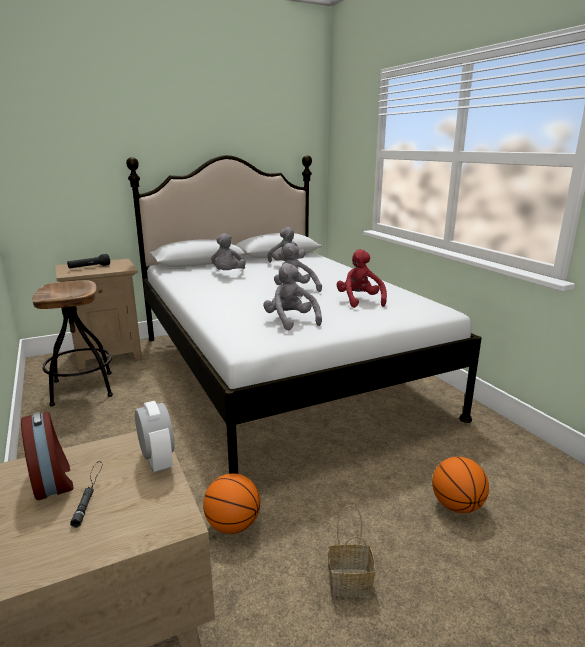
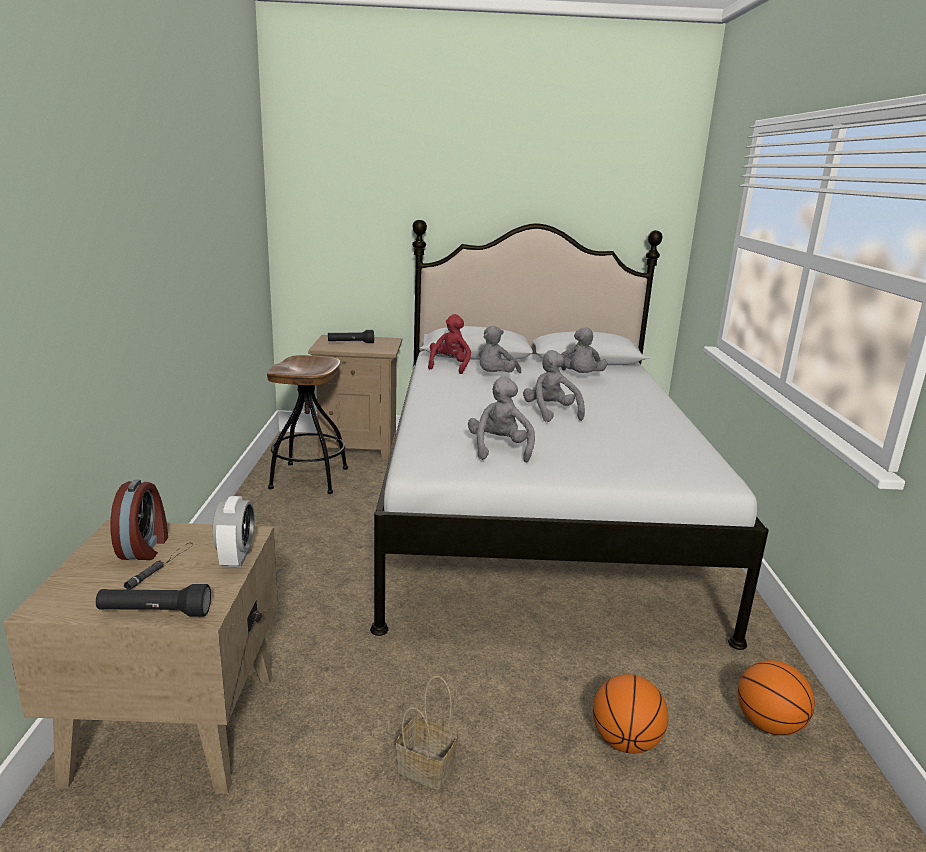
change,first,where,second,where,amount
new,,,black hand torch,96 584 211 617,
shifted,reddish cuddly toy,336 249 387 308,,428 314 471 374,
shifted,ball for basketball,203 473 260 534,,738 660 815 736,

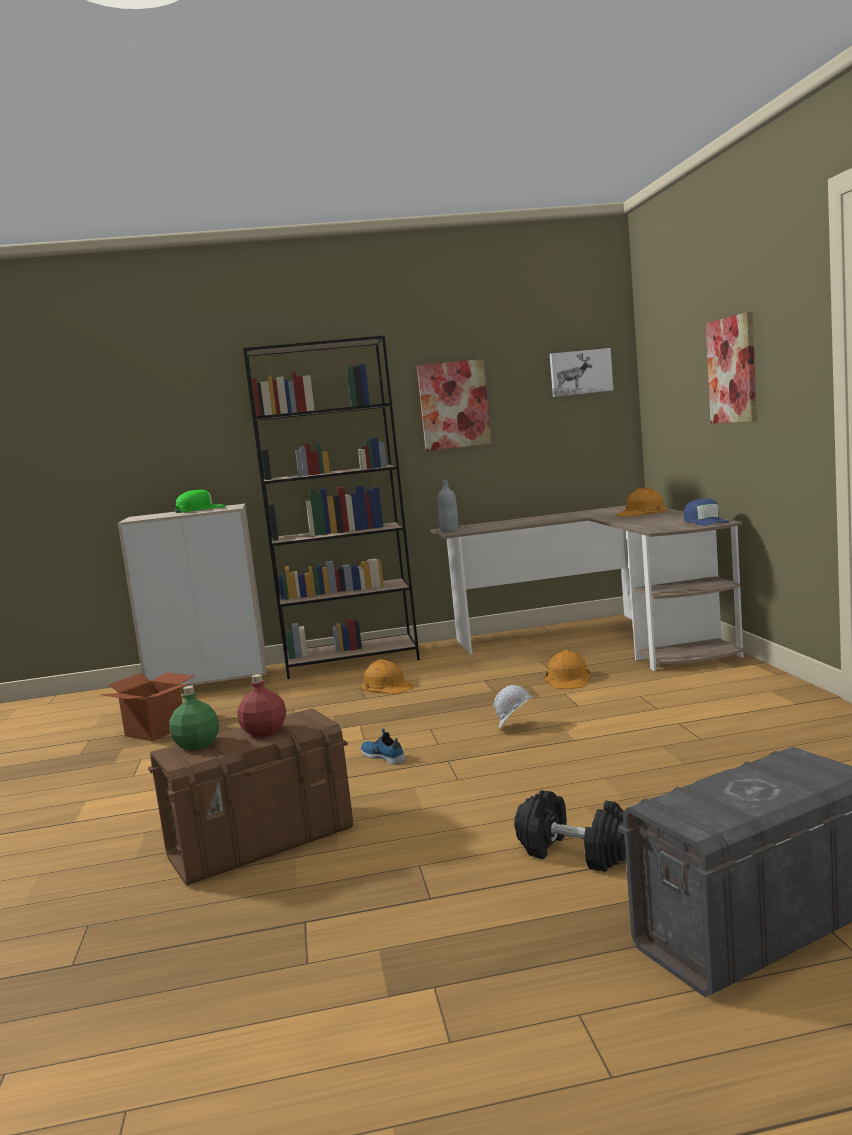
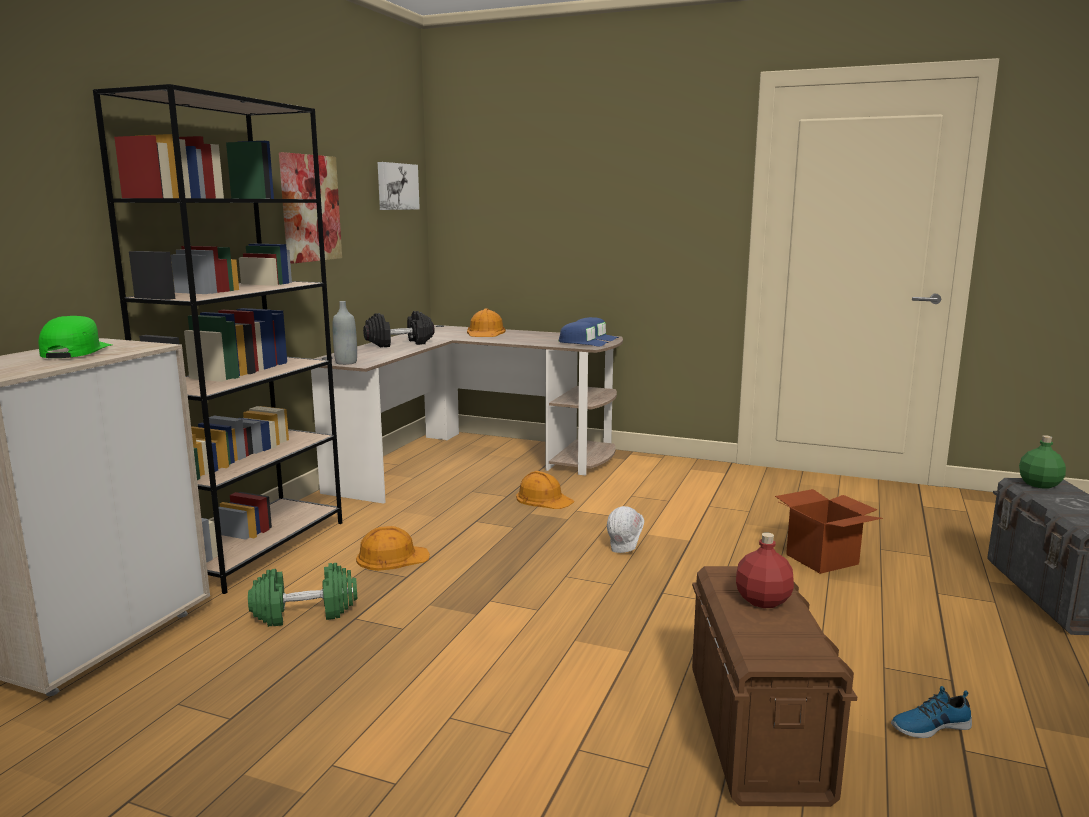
change,first,where,second,where,amount
new,,,green hand weight,248 563 357 627,
shifted,black hand weight,514 790 626 872,,363 311 435 348,
new,,,blue peaked cap,559 322 609 346,
shifted,cardboard box,101 672 194 742,,775 489 883 574,
shifted,item of footwear,360 728 406 765,,891 686 972 738,
shifted,green bottle,169 686 219 750,,1019 435 1066 489,
gone,wall picture,706 312 757 423,,,

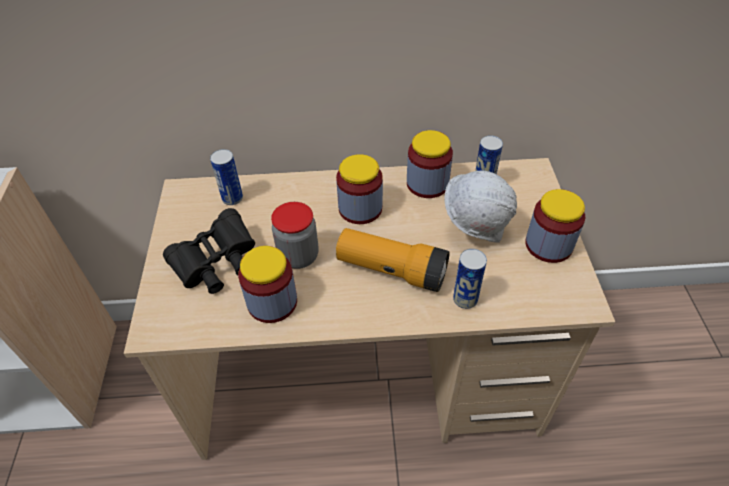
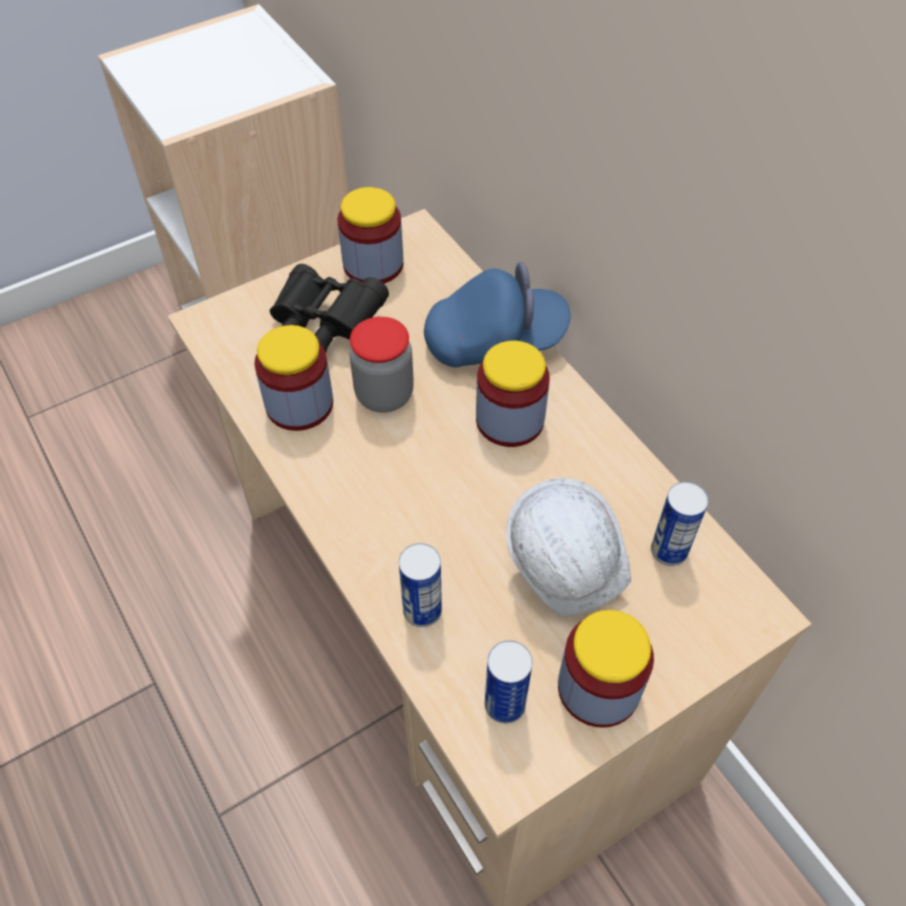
change,first,where,second,where,amount
shifted,storage jar,407 130 453 198,,338 187 403 284,
new,,,blue peaked cap,424 262 571 368,
shifted,metal can,210 149 243 205,,485 641 533 724,
gone,hand torch,336 228 450 292,,,

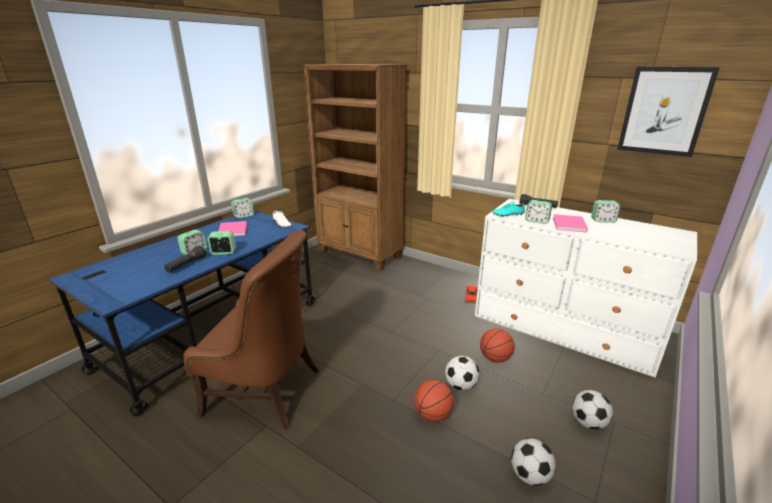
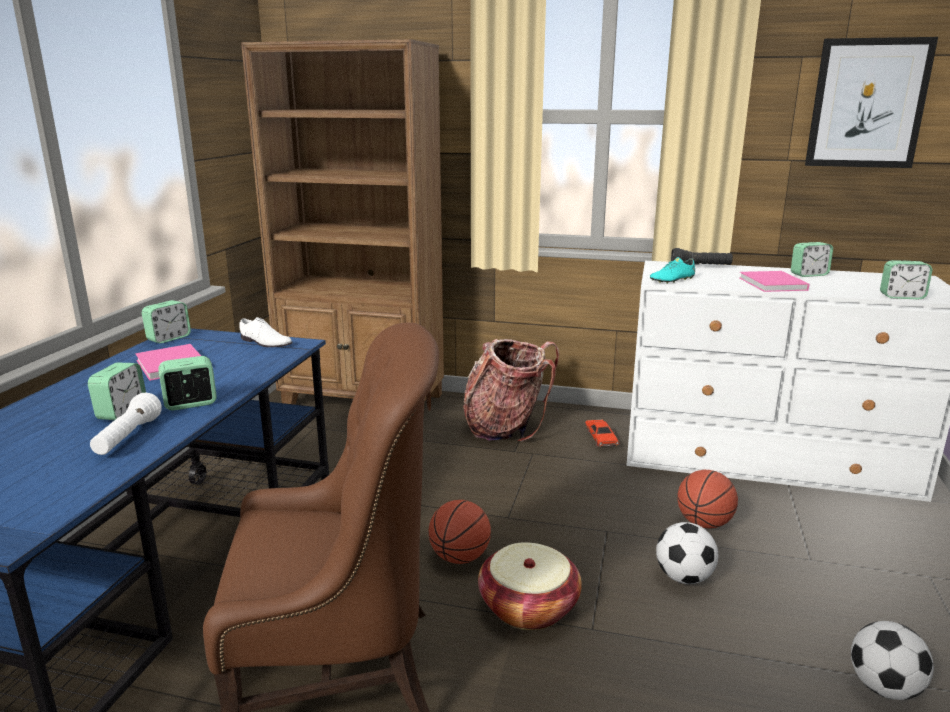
change,first,where,second,where,amount
repainted,black hand torch,164 246 206 273,whitish hand torch,90 393 162 455,
shifted,ball for basketball,414 380 454 422,,428 500 491 564,
new,,,backpack,463 339 559 441,
new,,,basket,478 542 582 630,
shifted,bedside clock,525 200 552 224,,880 260 932 300,
gone,football ball,572 390 613 430,,,

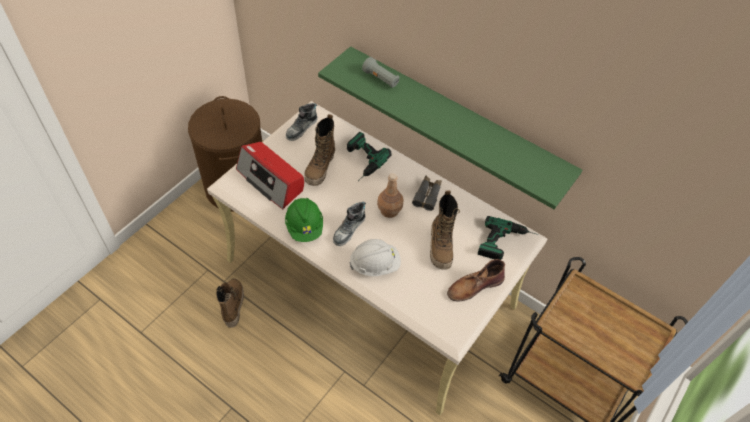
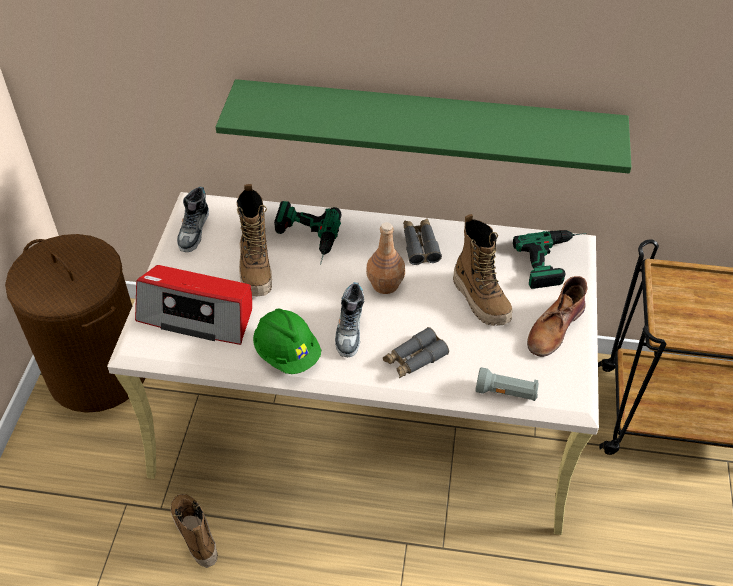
change,first,where,second,where,amount
swapped,whitish work helmet,349 239 401 276,greyish pair of binoculars,383 327 449 378,
shifted,greyish hand torch,362 57 399 88,,475 367 539 401,

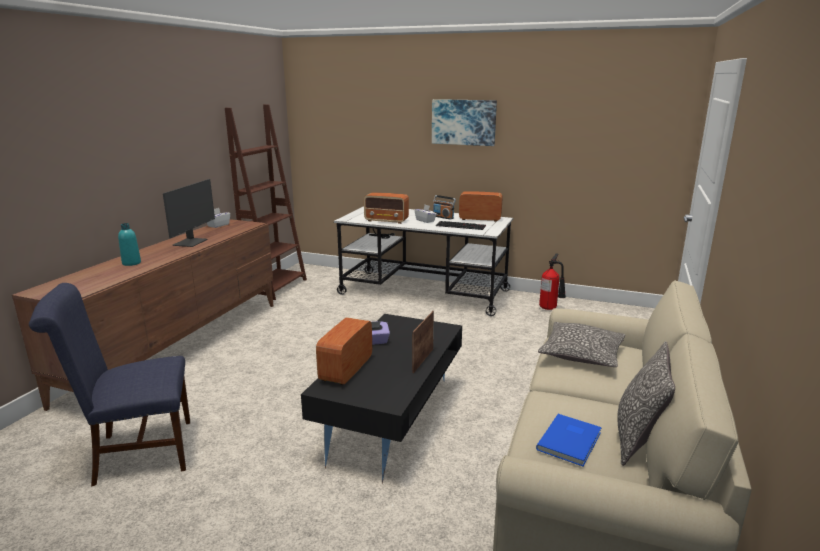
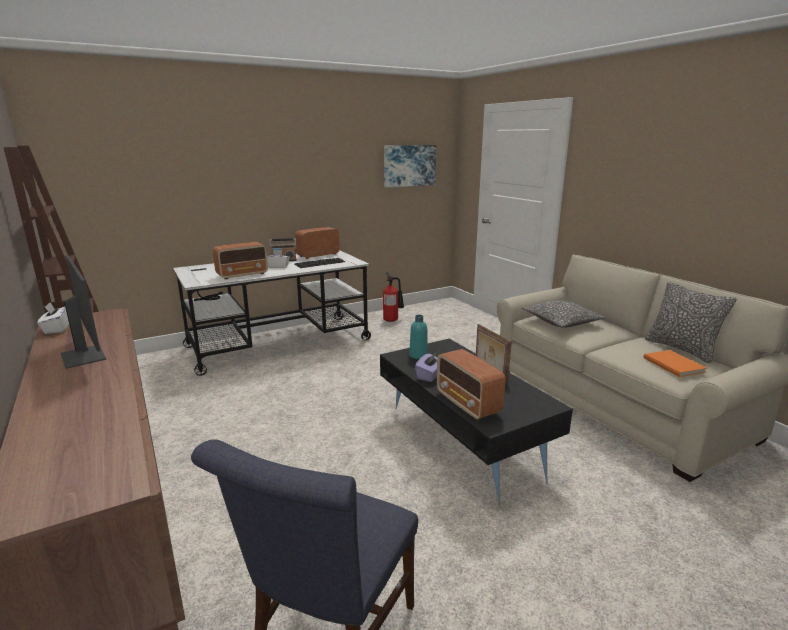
change,first,where,second,where,amount
shifted,wall picture,432 99 497 146,,384 145 436 188,
shifted,blue-green bottle,118 223 141 266,,409 315 428 359,
repainted,blue book,536 414 602 466,orange book,644 350 707 377,

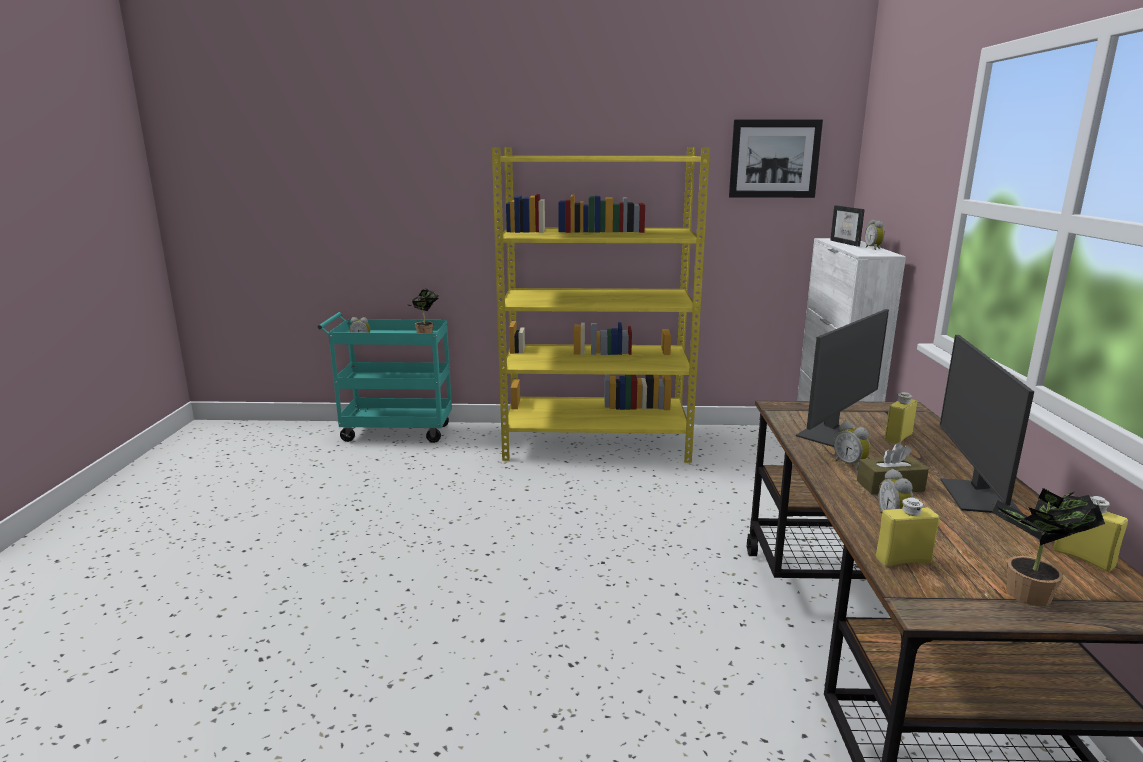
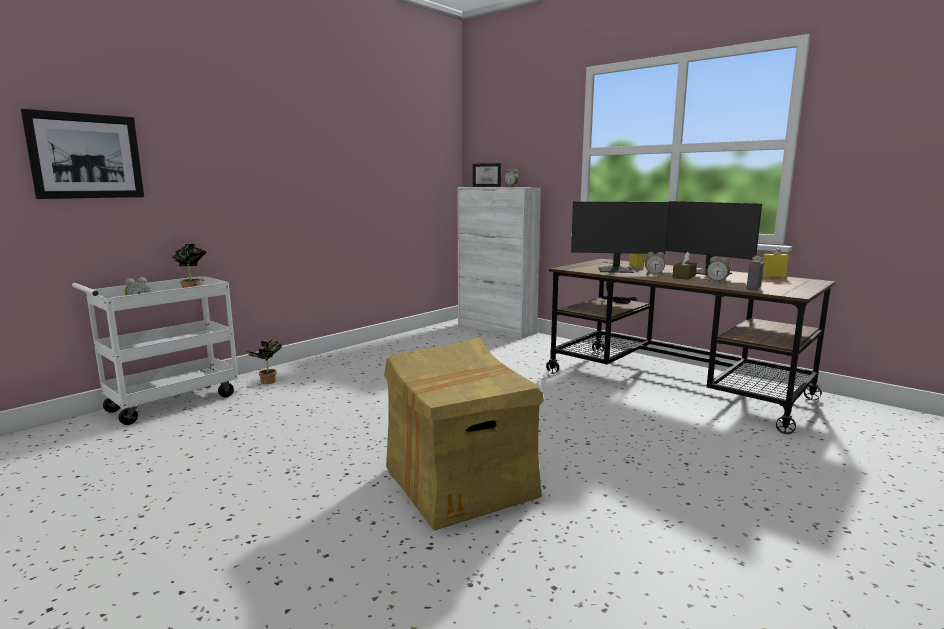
change,first,where,second,where,amount
shifted,wall picture,729 119 823 198,,21 109 144 199,
repainted,blue-green trolley,318 312 452 443,whitish trolley,72 276 238 425,
shifted,potted plant,992 488 1105 606,,246 340 282 384,
new,,,cardboard box,384 337 544 530,
rotated,computer screen,796 309 889 447,,571 202 669 273,105 degrees clockwise
repainted,yellowish bottle,876 498 940 566,greyish bottle,747 256 764 291,
gone,yellowish bookshelf,492 147 710 463,,,

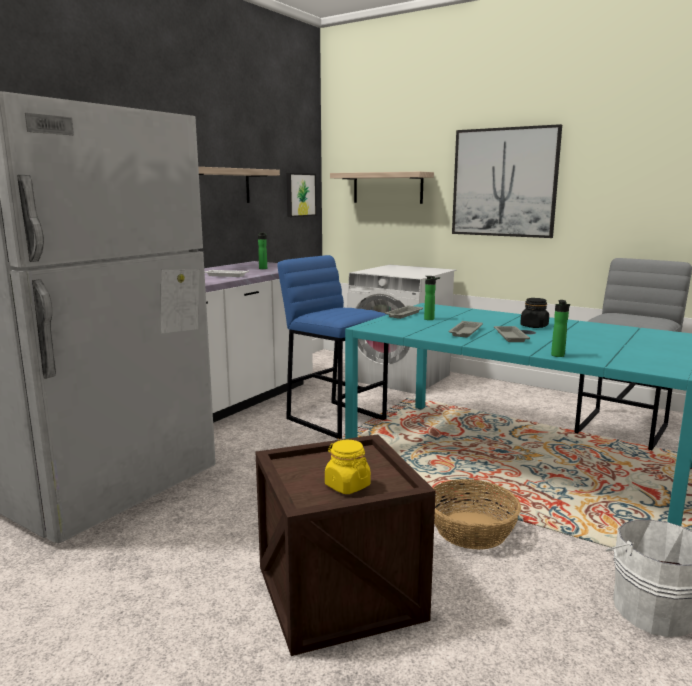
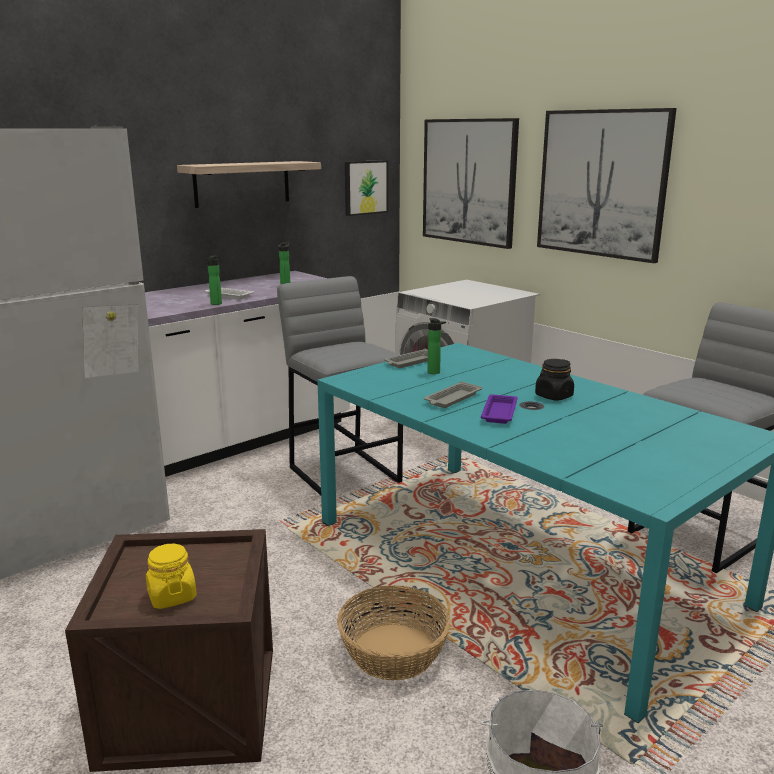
change,first,where,second,where,amount
shifted,bottle,551 300 570 357,,204 255 222 305,
repainted,blue sitting stool,277 255 388 439,greyish sitting stool,277 276 403 495,
swapped,shelf,330 172 434 204,wall picture,423 118 519 249,
repainted,greyish tray,494 326 530 342,purple-coloured tray,481 394 518 424,

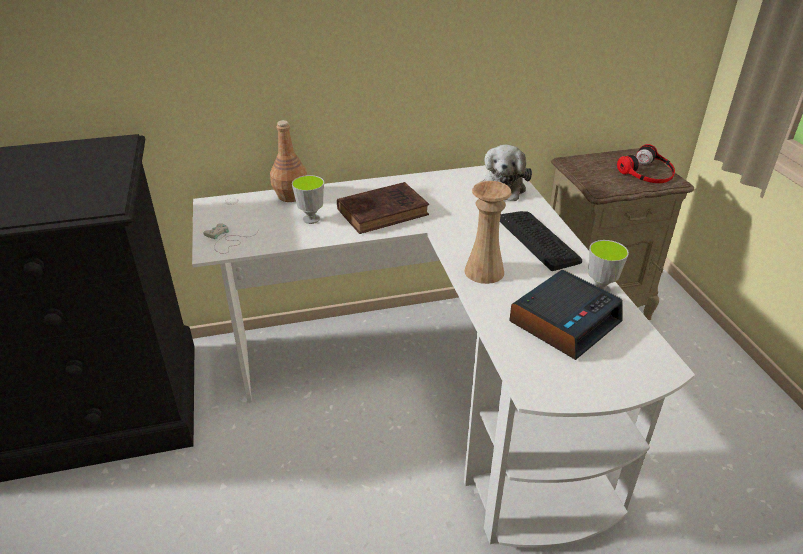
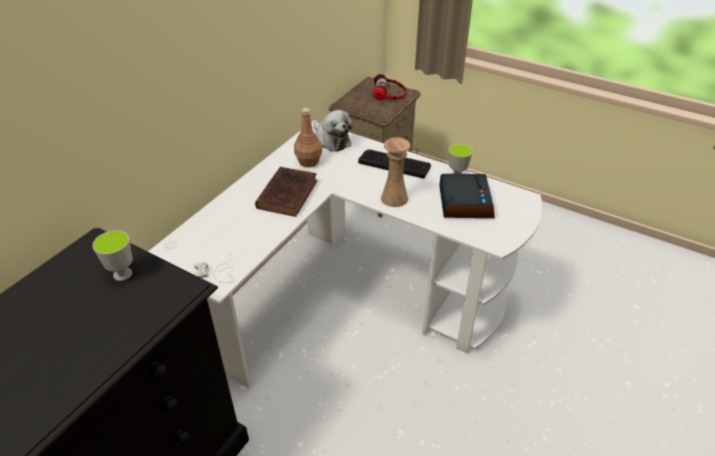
change,first,where,second,where,amount
shifted,drinking cup,292 175 324 224,,92 230 133 281,
shifted,brown bottle,270 120 307 202,,294 108 322 167,

